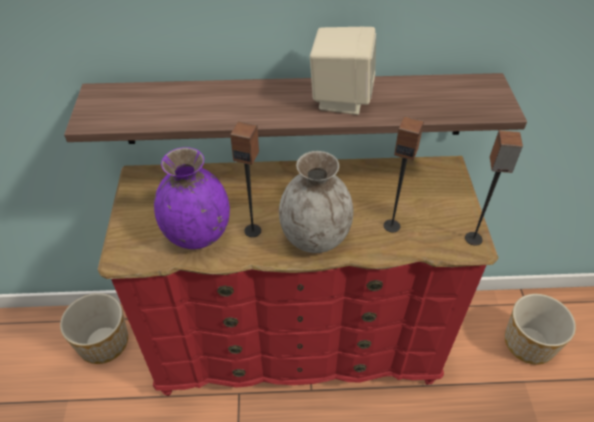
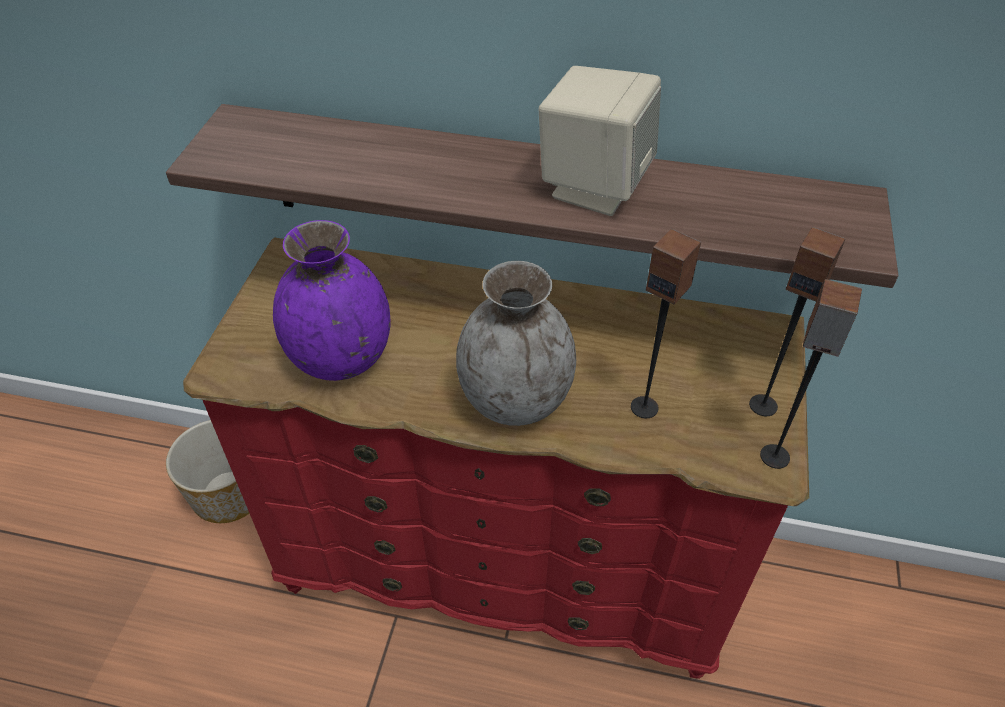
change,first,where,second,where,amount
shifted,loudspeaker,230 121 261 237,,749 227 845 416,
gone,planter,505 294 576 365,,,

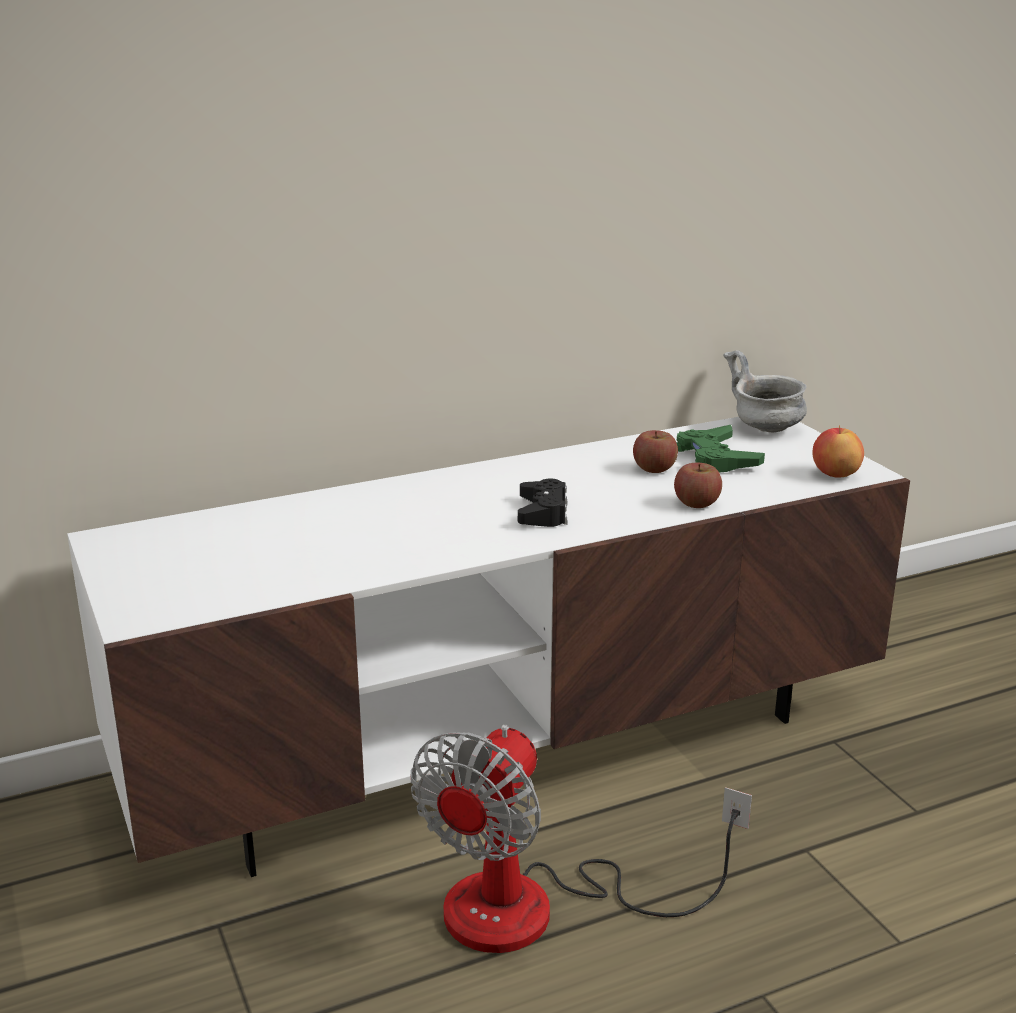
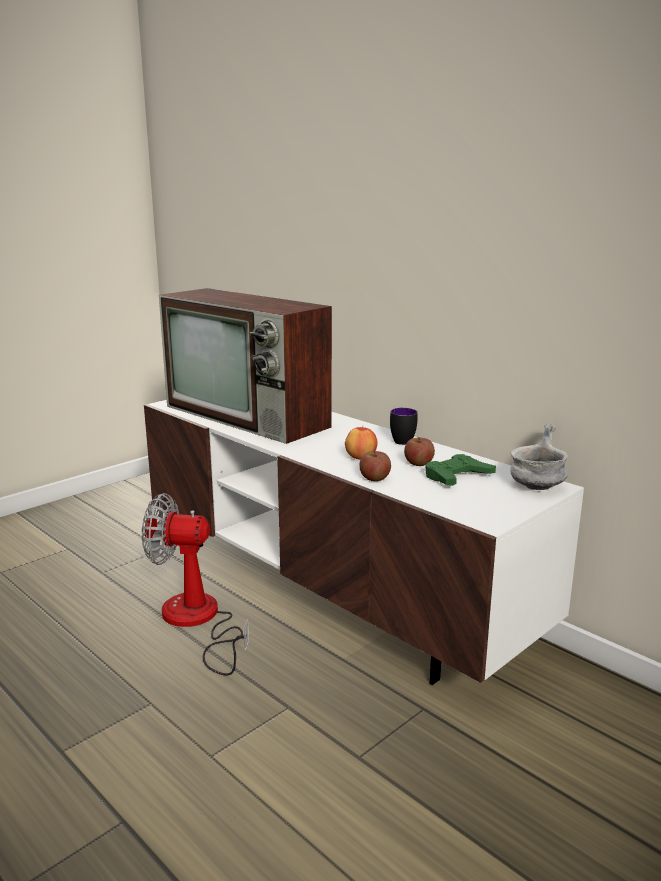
change,first,where,second,where,amount
new,,,television,159 288 332 444,
shifted,apple fruit,813 425 864 477,,345 426 378 459,
new,,,coffee mug,390 408 417 445,
gone,black gamepad,518 478 568 527,,,

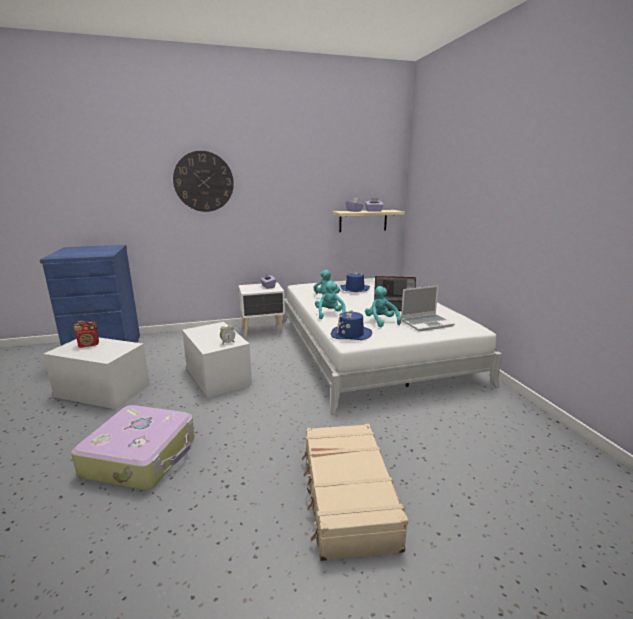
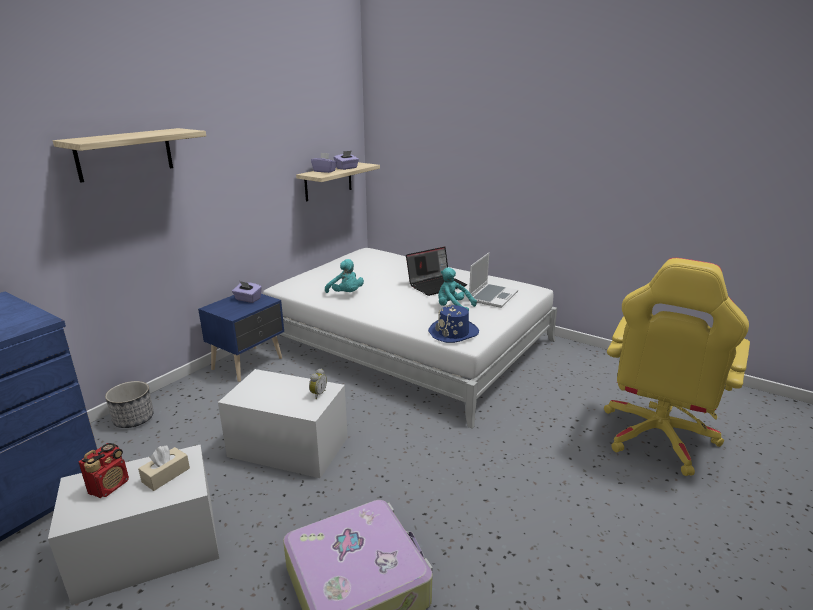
change,first,where,second,where,amount
swapped,clock on the wall,173 151 234 212,shelf,53 128 206 183,
new,,,planter,105 381 154 428,
new,,,beige tissue holder,138 445 190 491,
repainted,whitish nightstand,238 283 285 337,blue nightstand,198 294 284 382,
new,,,yellowish office chair,604 258 750 476,
gone,beige suitcase,302 424 408 561,,,
gone,blue-green cuddly toy,315 281 346 319,,,
gone,blue hat,340 271 370 292,,,

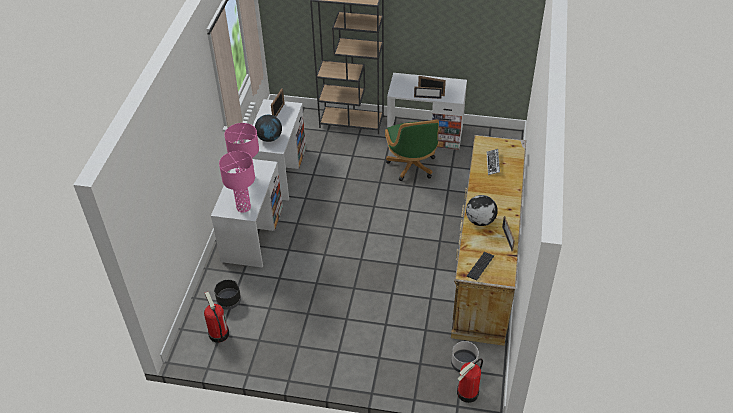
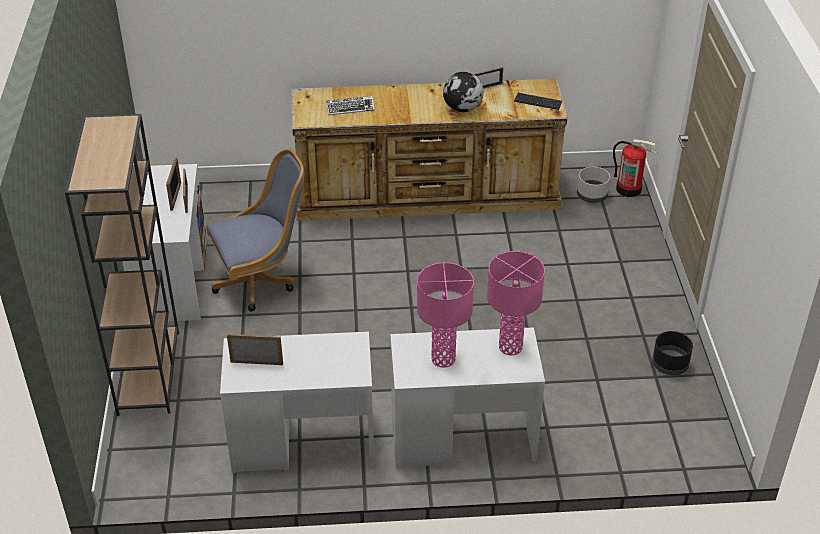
change,first,where,second,where,amount
repainted,green office chair,385 119 439 181,blue office chair,207 149 304 311,
shifted,black planter,214 280 241 309,,652 331 693 375,
gone,fire-fighting cylinder,204 292 229 343,,,
gone,world globe,255 115 282 142,,,

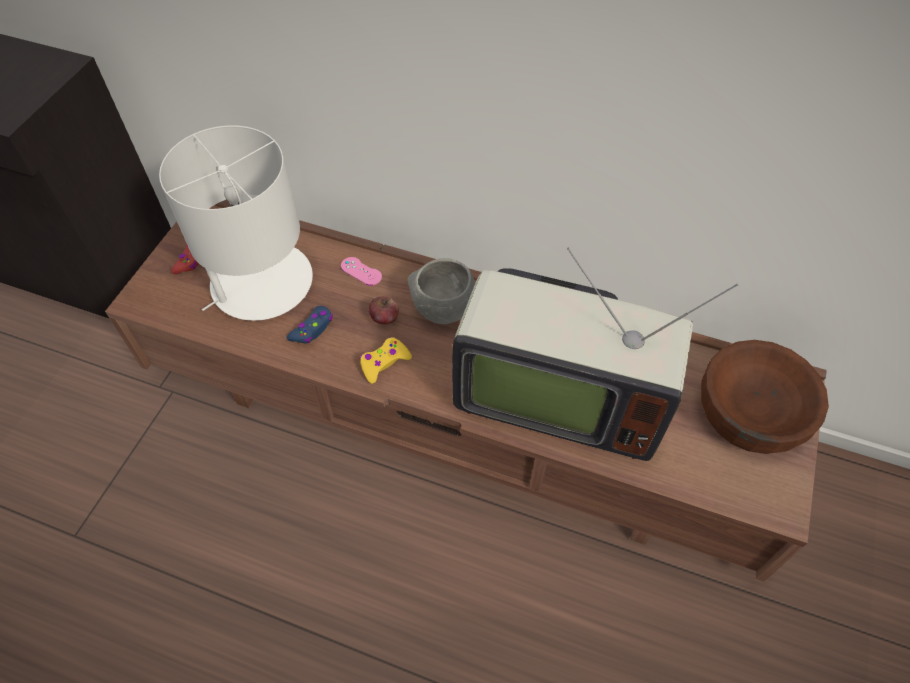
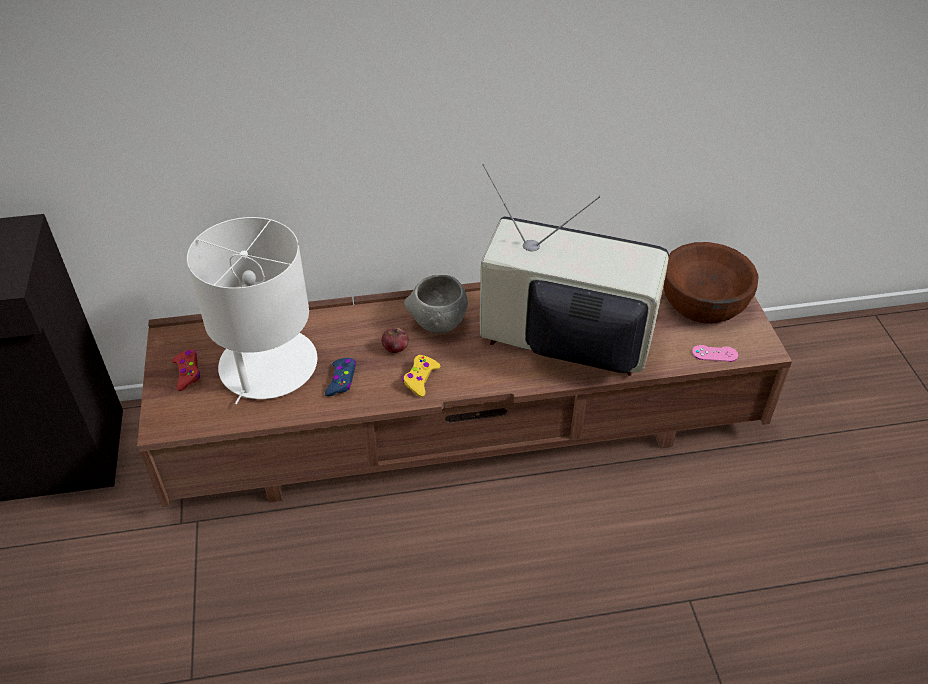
change,first,where,second,where,amount
rotated,television,452 248 739 461,,480 164 669 376,150 degrees counterclockwise
shifted,pink-coloured gamepad,341 257 382 285,,692 345 738 362,

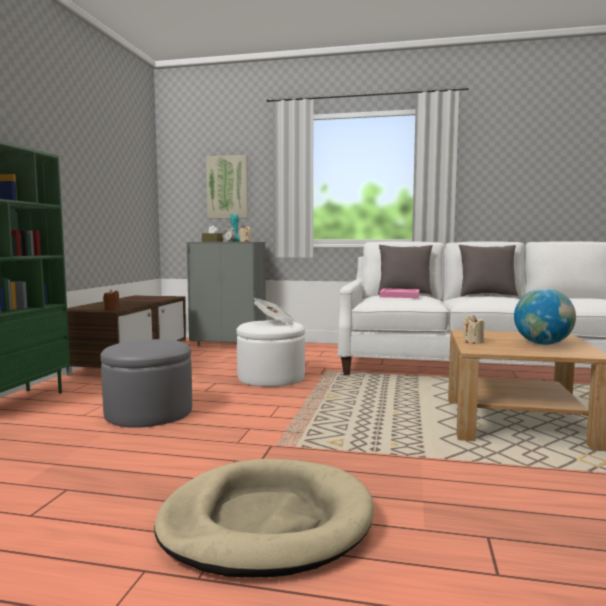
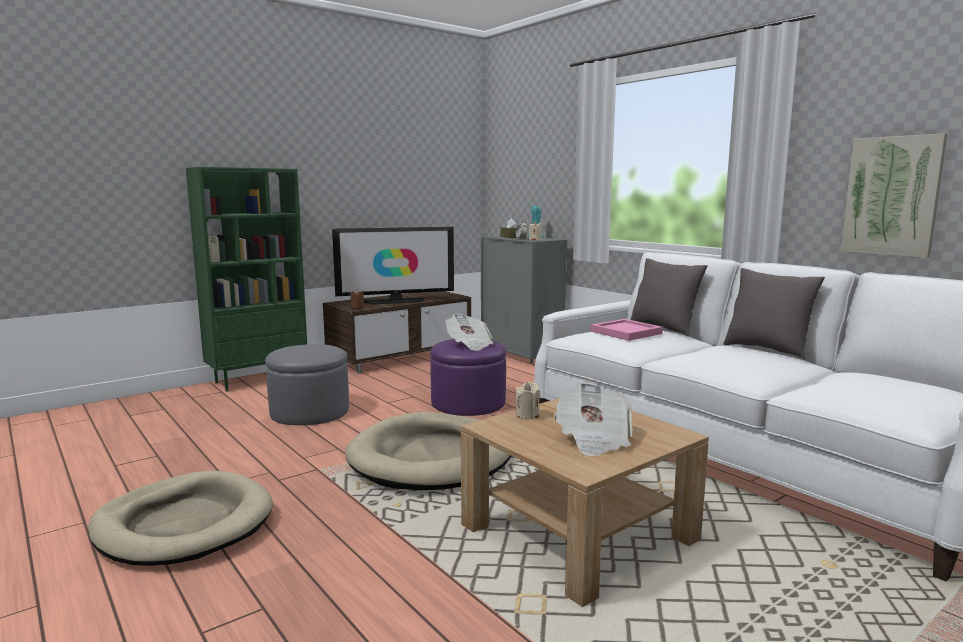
change,first,where,second,where,amount
new,,,television,332 227 454 304,
new,,,beige pet bed,345 412 511 490,
repainted,whitish pouffe,236 320 305 387,purple-coloured pouffe,430 339 506 416,
swapped,world globe,514 288 576 345,newspaper,554 382 633 456,
shifted,wall picture,206 155 248 219,,841 133 947 258,

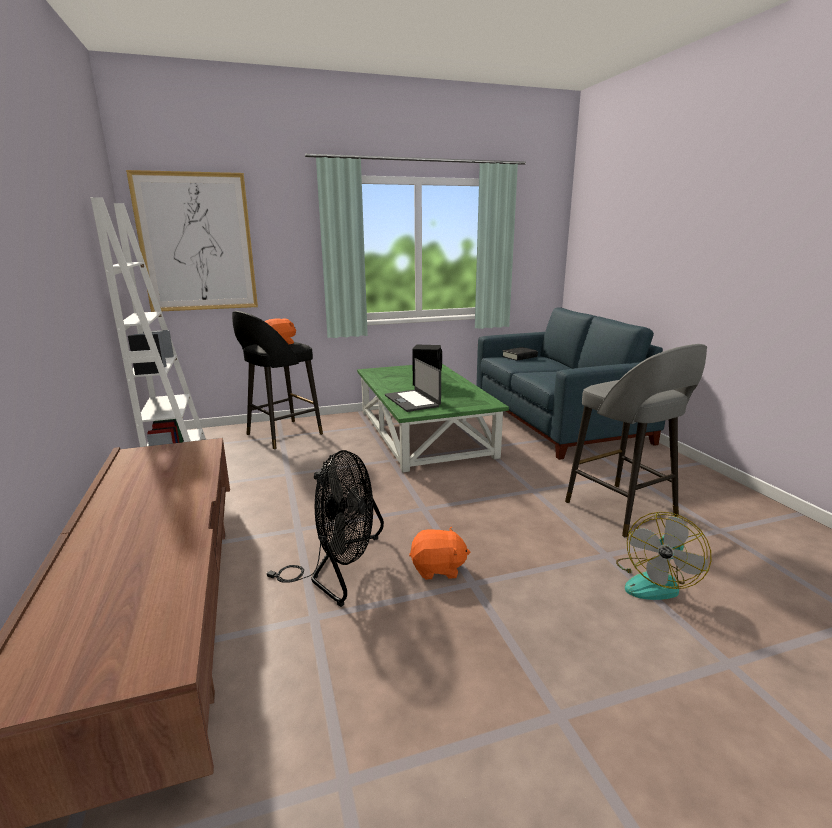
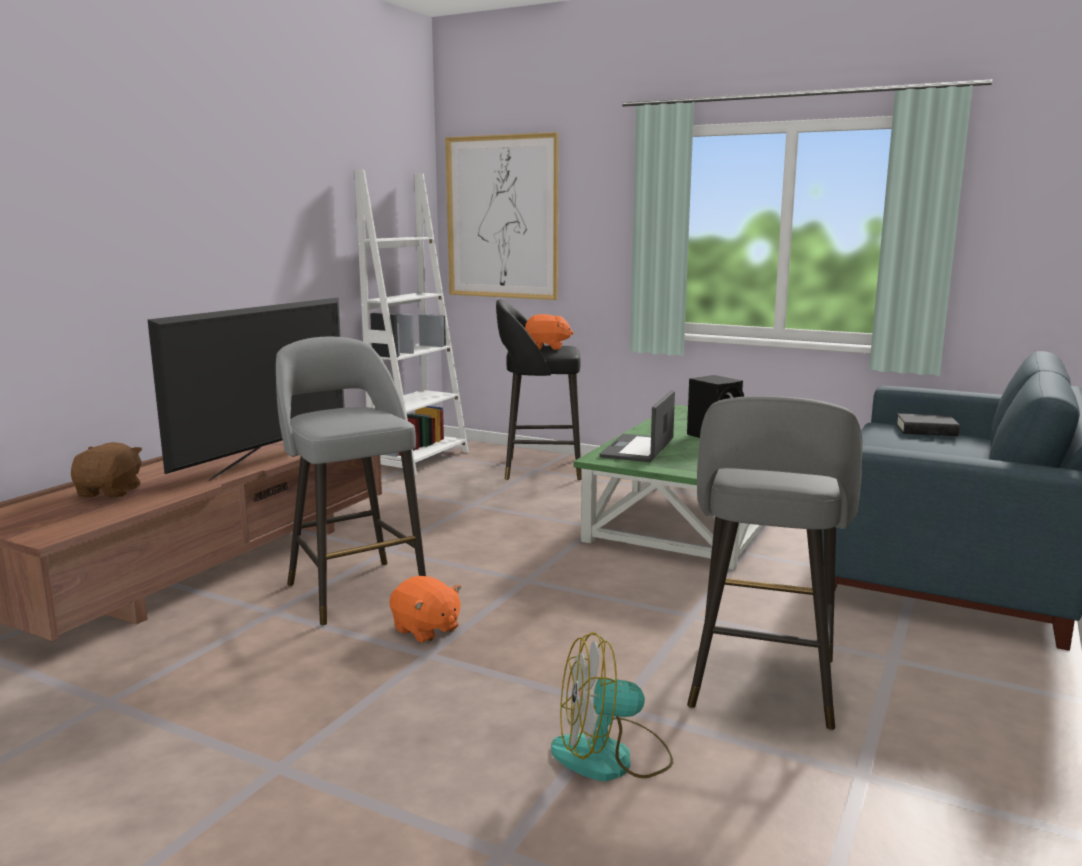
change,first,where,second,where,amount
new,,,brown cuddly toy,71 442 142 498,
new,,,television,148 298 345 481,
swapped,black fan,266 450 384 607,greyish sitting stool,276 337 426 626,

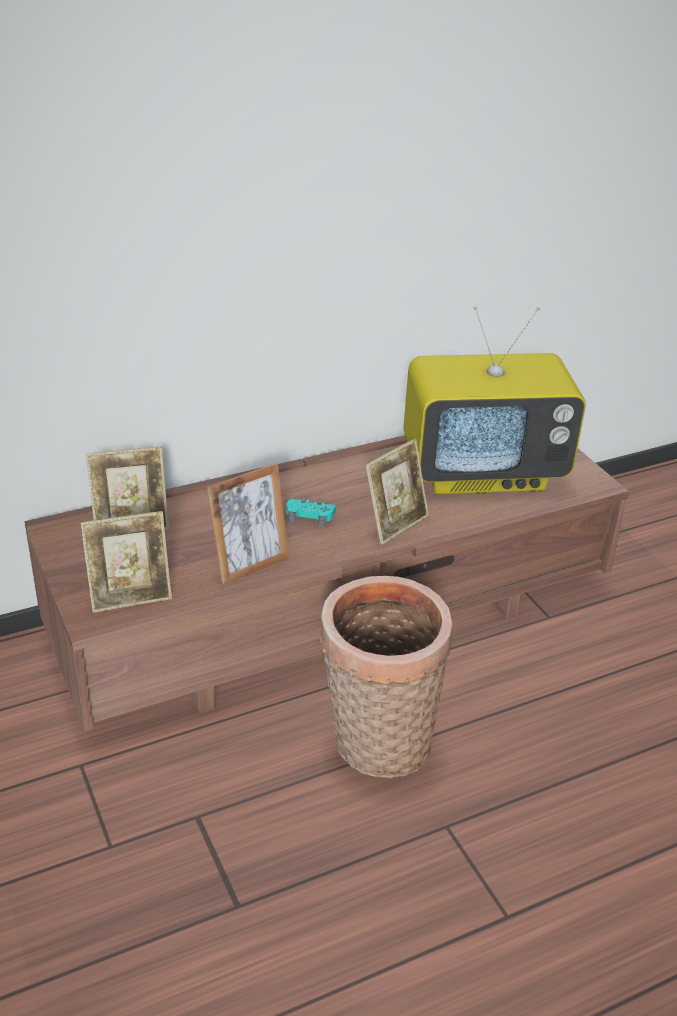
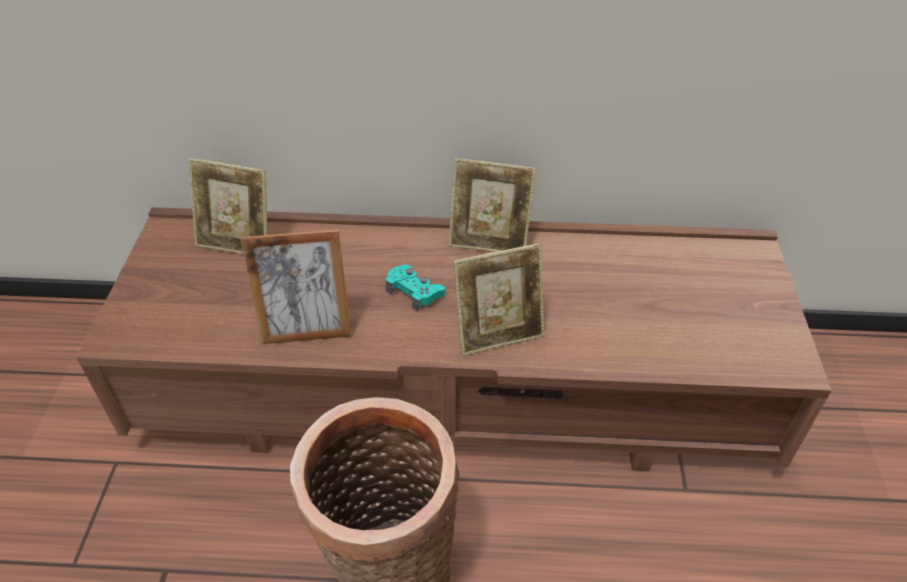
change,first,where,second,where,amount
shifted,picture frame,81 511 172 613,,449 158 536 252,
gone,television,404 306 586 494,,,

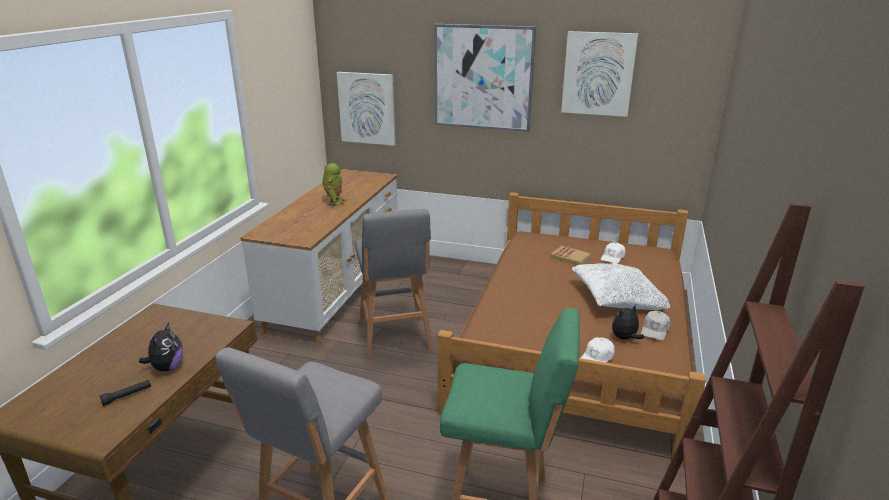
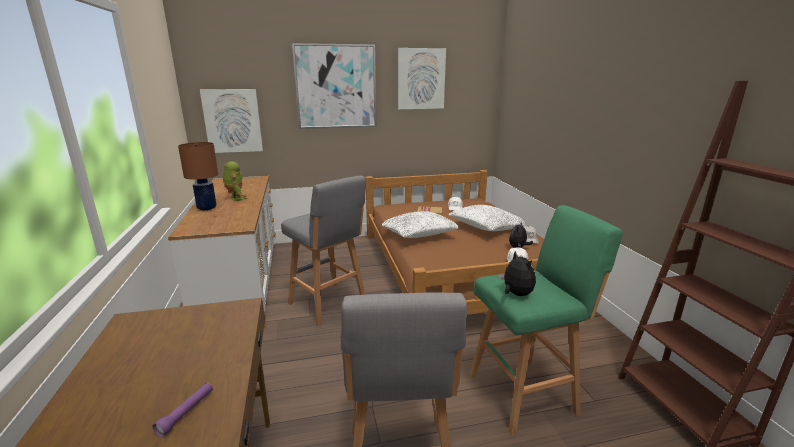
change,first,where,second,where,amount
repainted,black hand torch,100 380 151 406,purple-coloured hand torch,152 383 213 437,
new,,,brown tabletop lamp,178 142 218 210,
new,,,whitish cushion,382 211 459 238,
shifted,cuddly toy,139 322 183 371,,499 251 536 296,

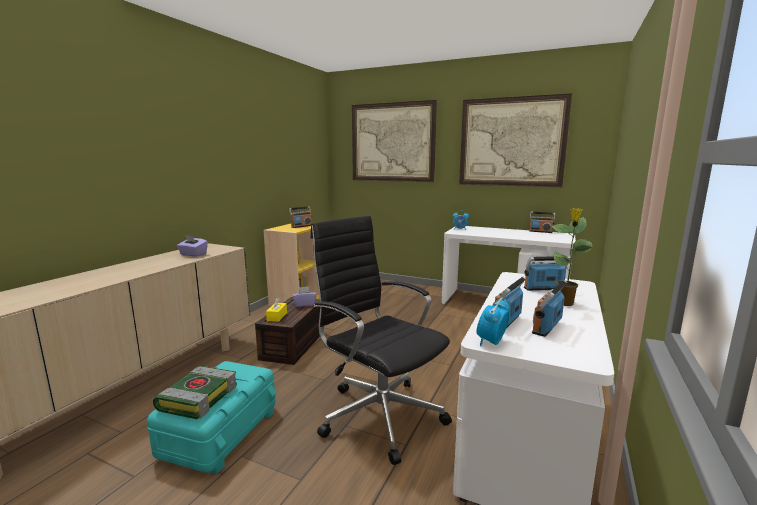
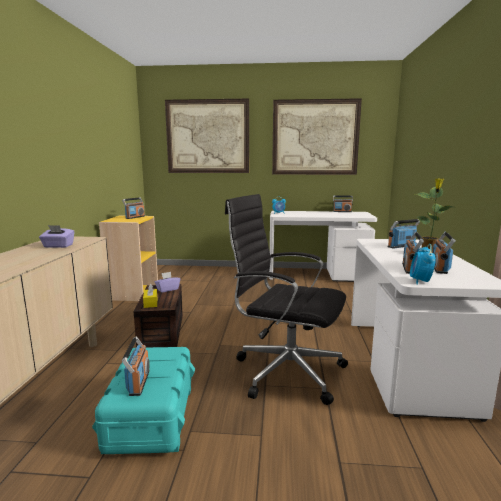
change,first,where,second,where,amount
swapped,book,153 366 237 419,radio receiver,122 336 150 396,

